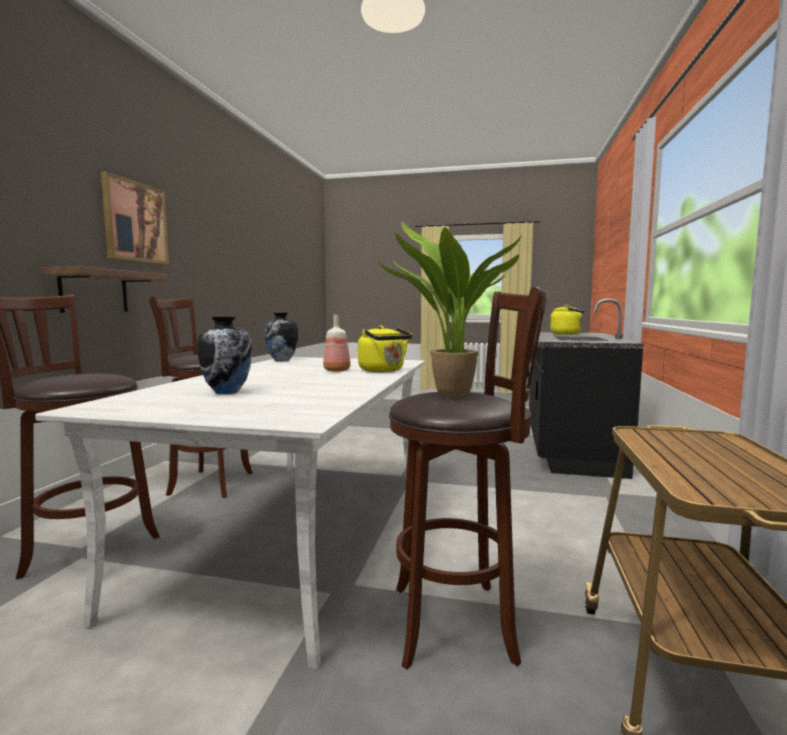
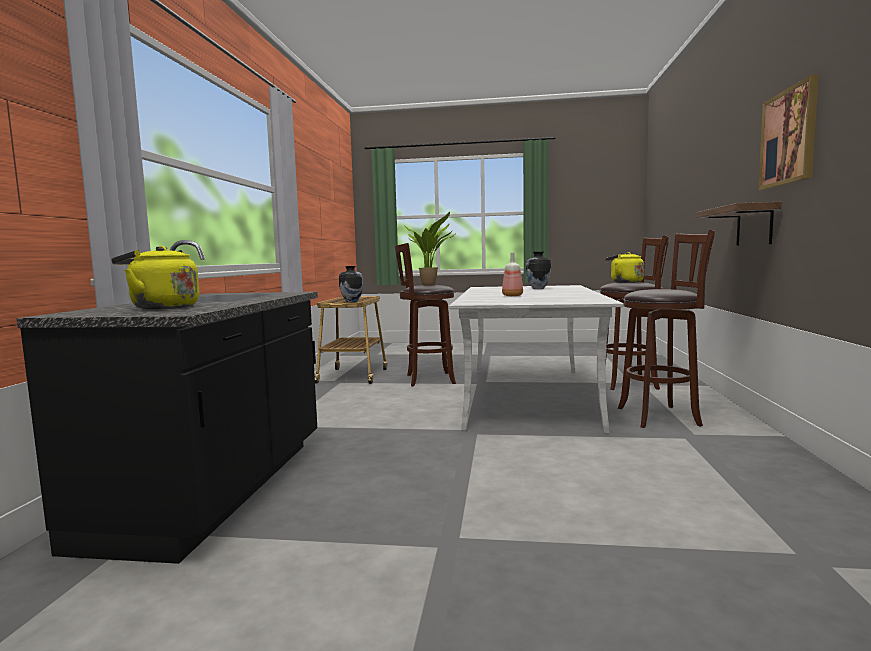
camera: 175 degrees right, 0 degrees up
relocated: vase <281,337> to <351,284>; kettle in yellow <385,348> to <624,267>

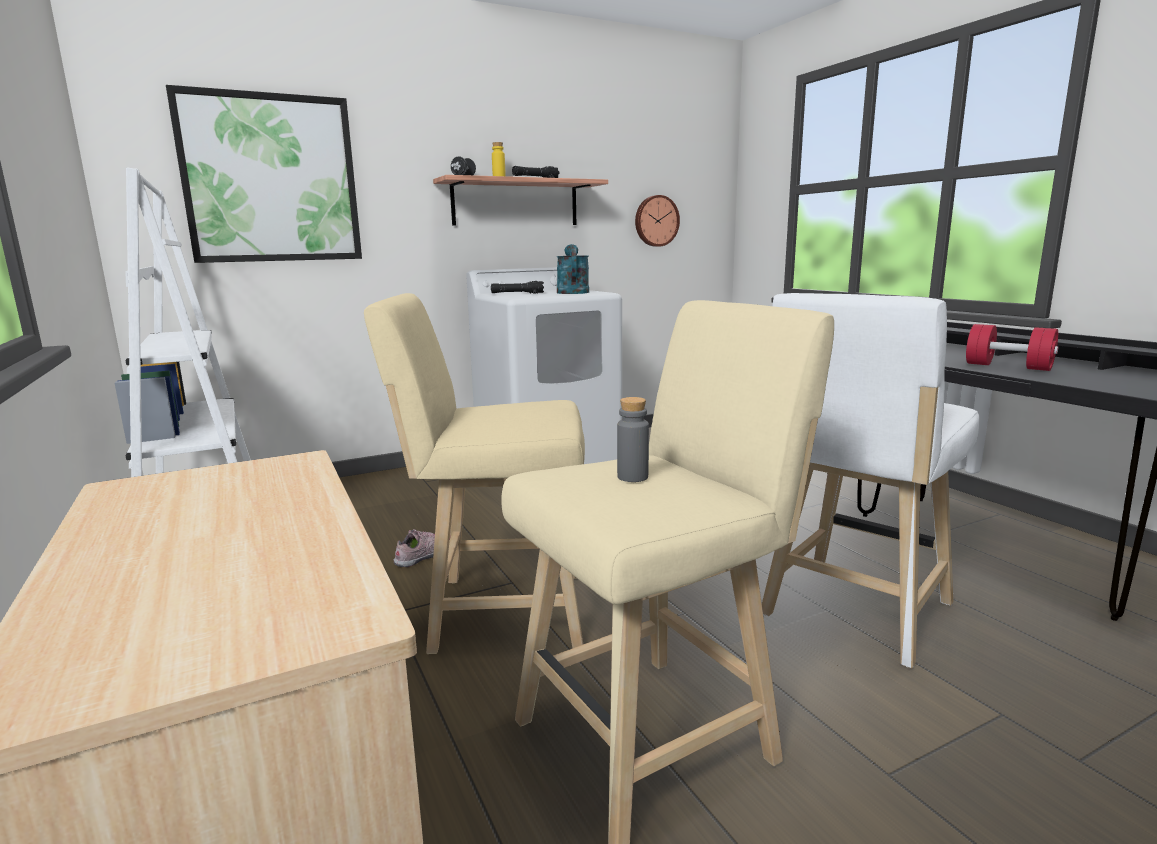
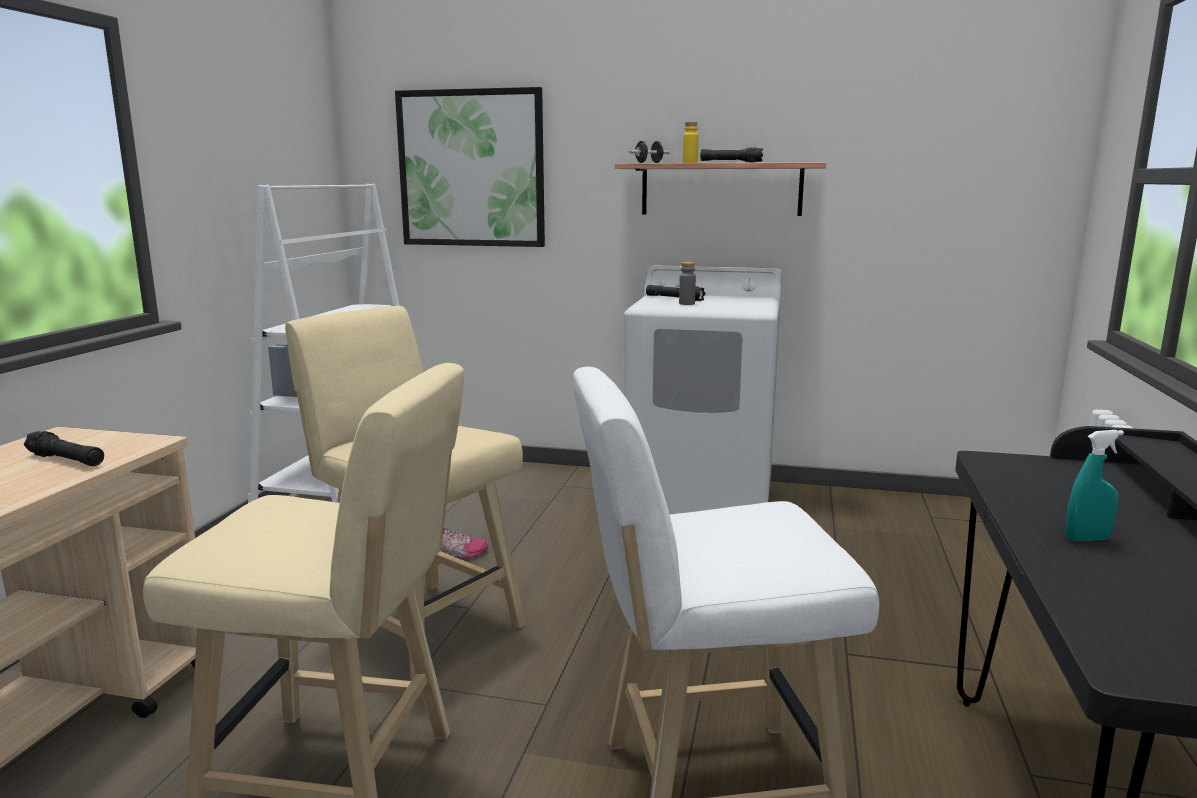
camera: 40 degrees right, 0 degrees up
missing: watering can in turquoise <573,269>; wall clock <657,221>
appeared: flashlight in black <64,448>
relocated: bottle in grey <633,439> to <687,283>
exchanged: dumbbell in red <1012,347> to spray bottle in turquoise <1095,485>

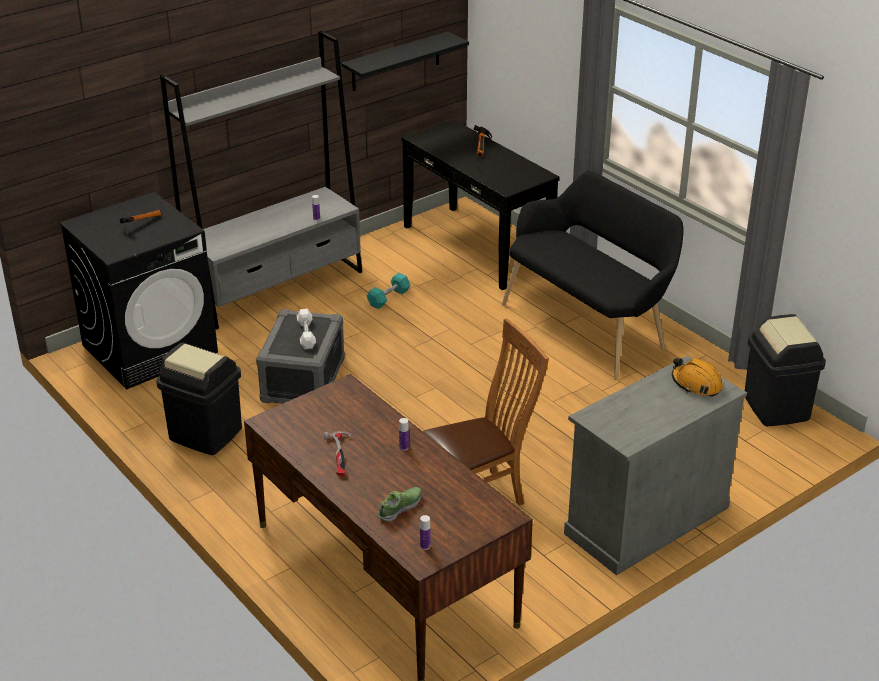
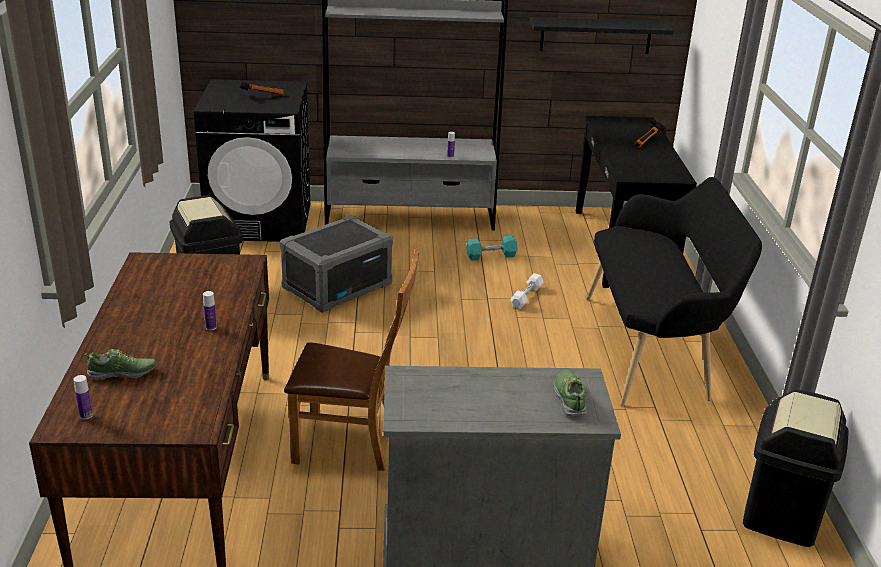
camera: 35 degrees right, 5 degrees down
missing: hammer <338,454>
relocated: dumbbell in white <306,329> to <526,291>
exchanged: hard hat in orange <697,377> to shoe <570,393>

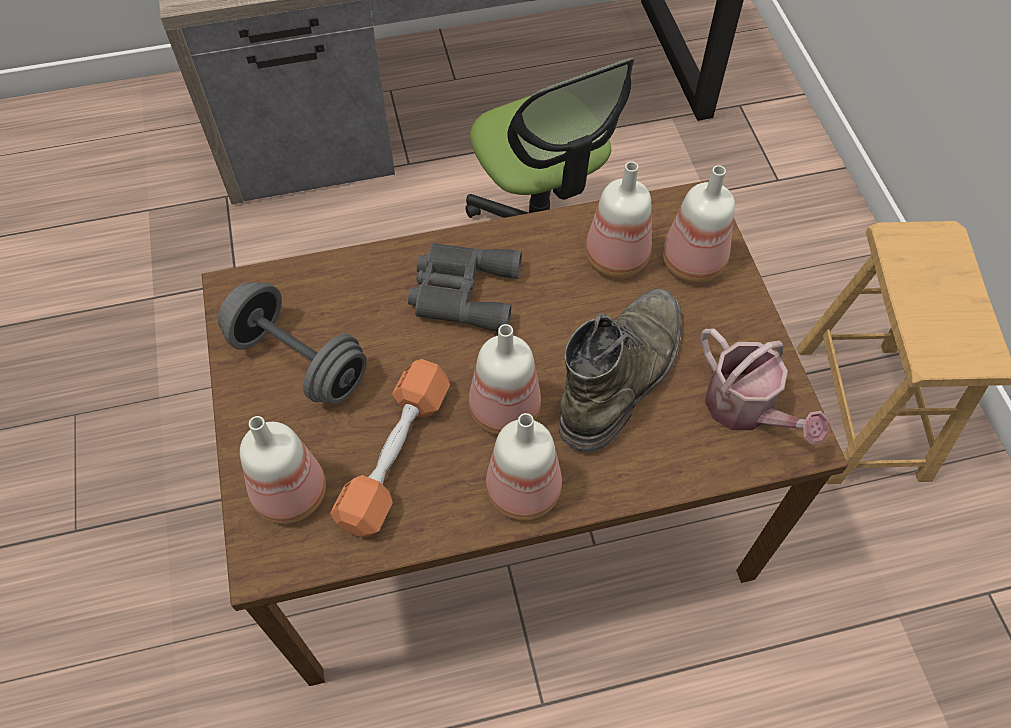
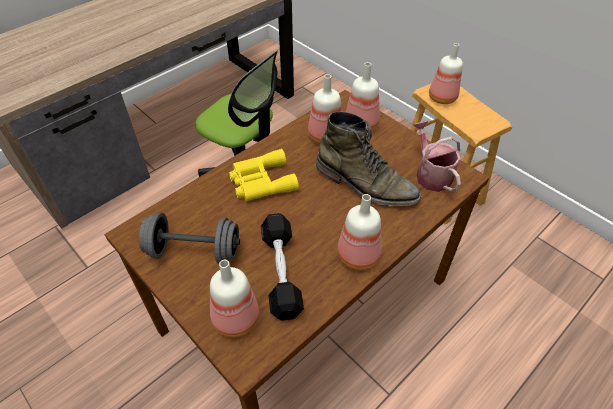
camera: 30 degrees left, 10 degrees down
relocated: bottle <505,379> to <446,73>
colour: dumbbell in orange <390,448> to dumbbell in black <282,267>; binoculars in grey <465,287> to binoculars in yellow <264,175>
spun: boot in green <620,370> = <368,158> 120 degrees clockwise; watering can <764,386> = <437,156> 135 degrees counterclockwise

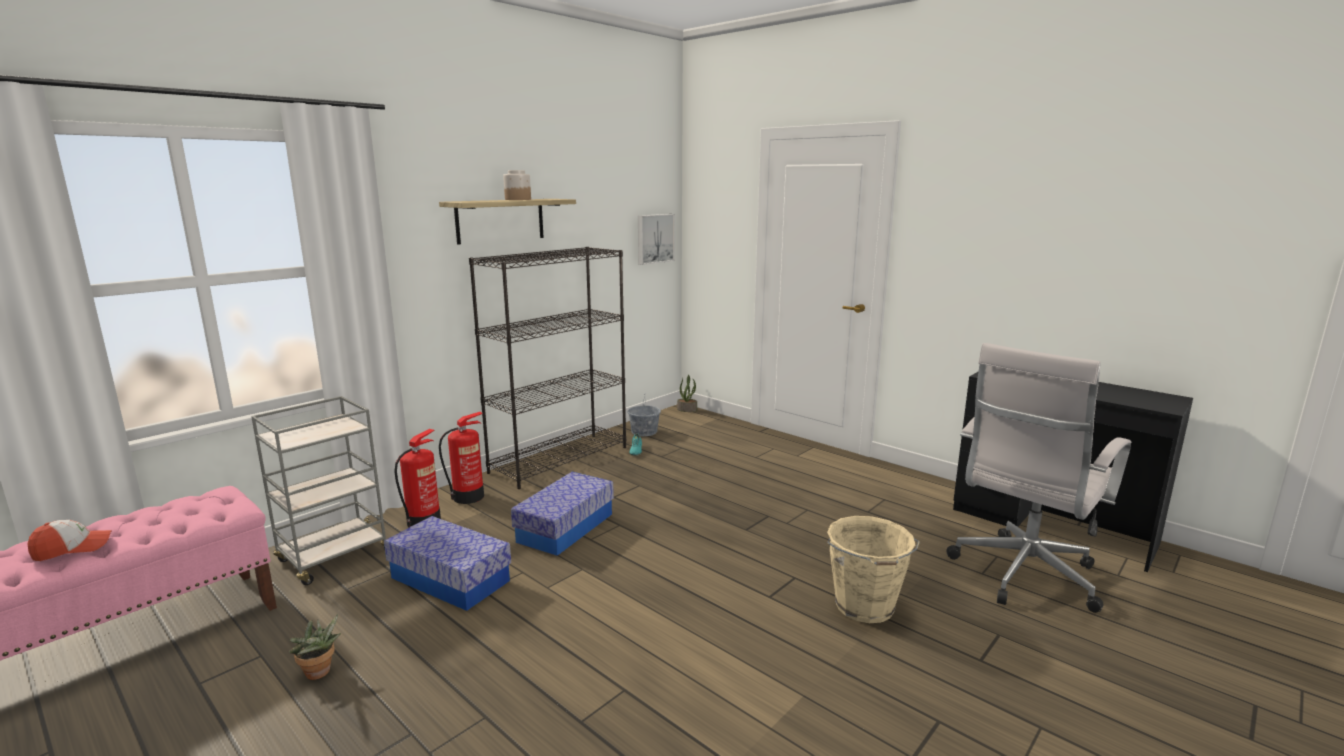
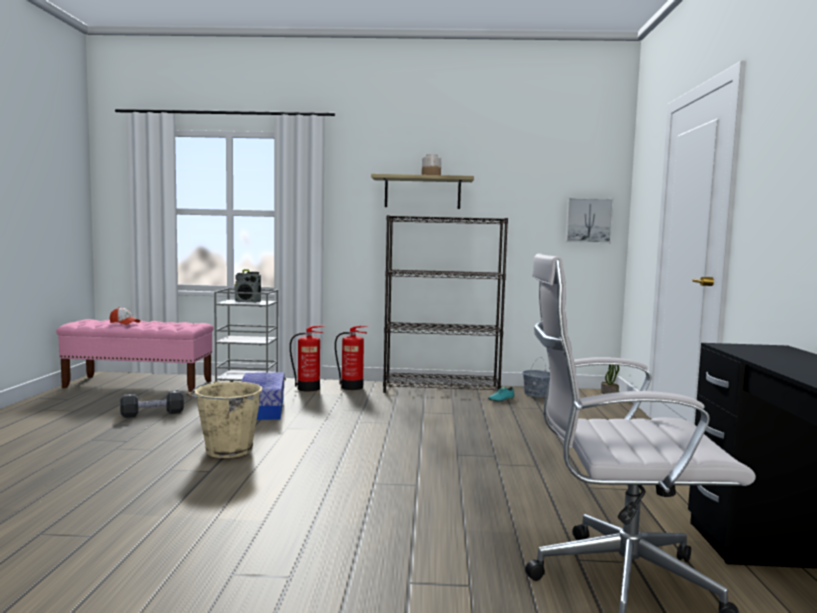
camera: 50 degrees right, 10 degrees down
missing: storage box <562,514>
appeared: radio <248,286>
relocated: bucket in beige <873,569> to <224,420>
exchanged: potted plant <315,647> to dumbbell in black <152,404>

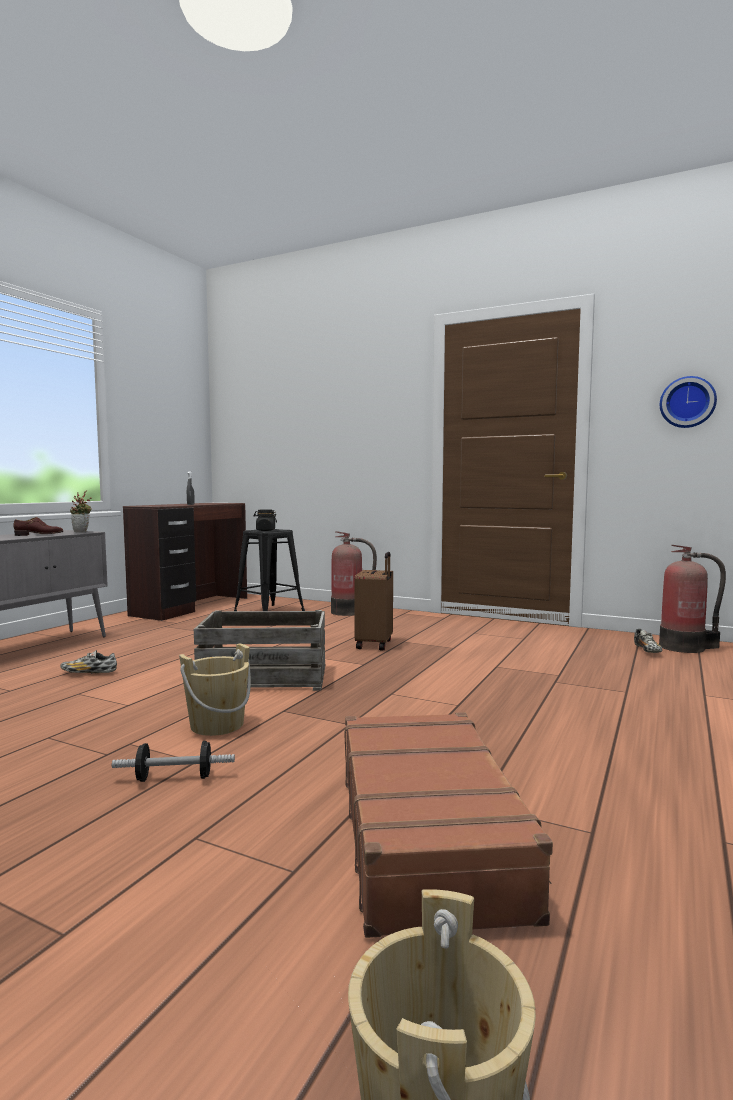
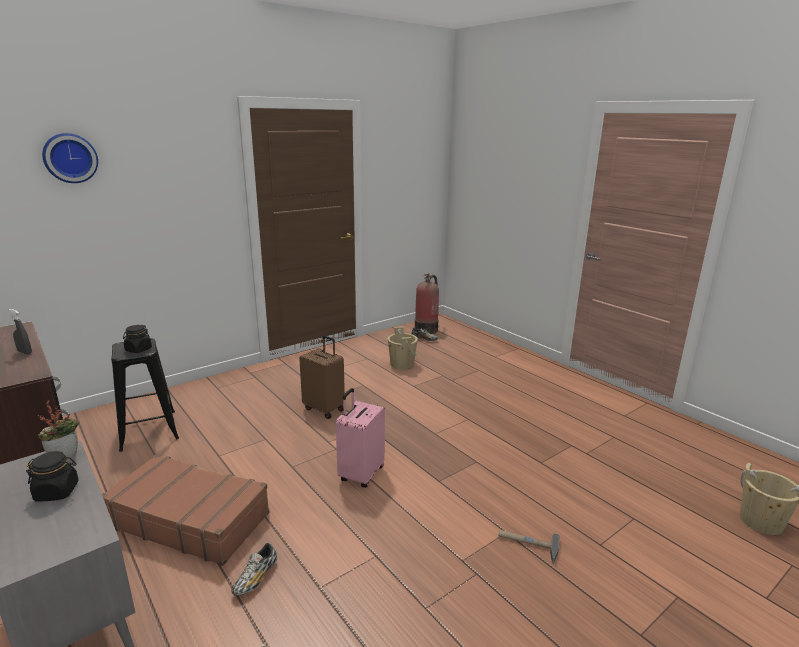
camera: 65 degrees left, 15 degrees up
missing: fire extinguisher <354,573>
relocated: bucket in beige <215,689> to <403,347>; suitcase in brown <449,825> to <186,510>; wall clock <688,402> to <70,158>
exchanged: shoe in brown <38,526> to jar in black <52,476>; dumbbell <173,761> to hammer <529,547>; crate <259,650> to suitcase in pink <360,438>

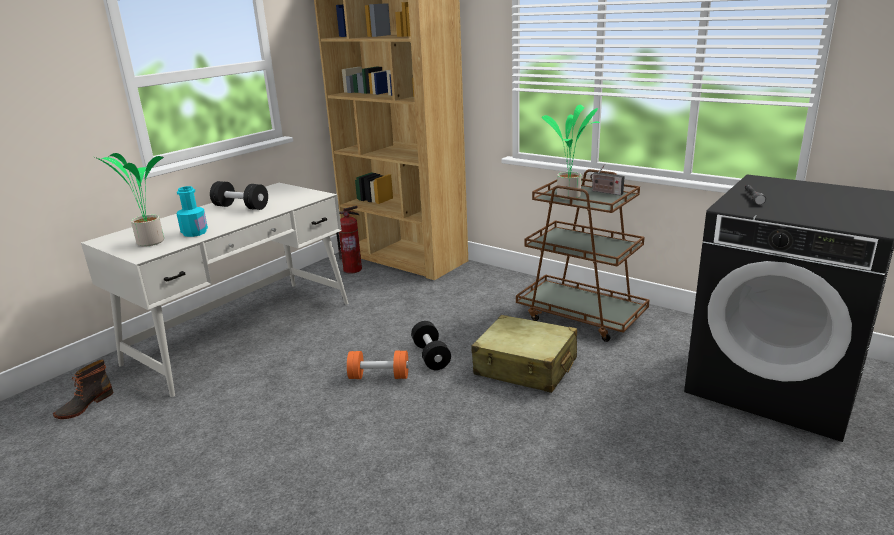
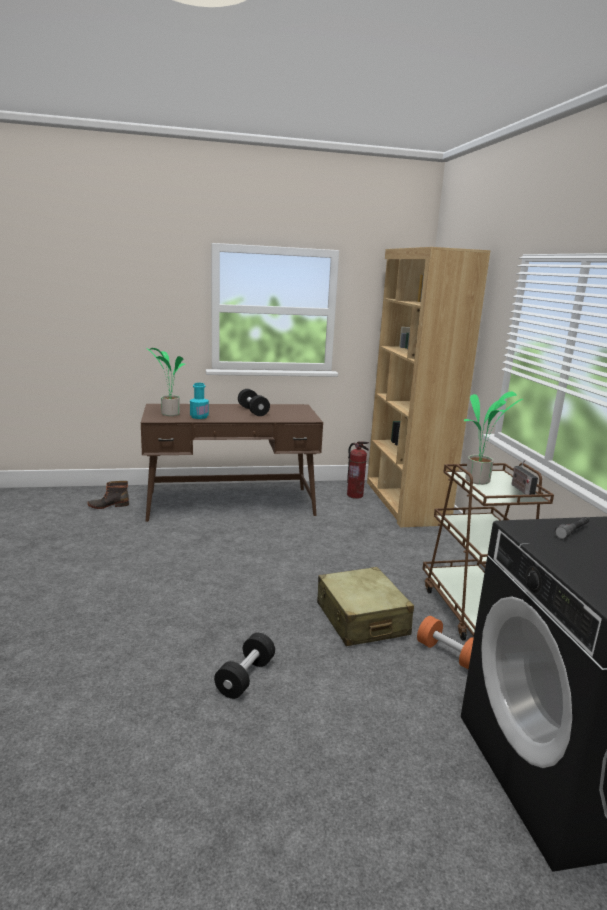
camera: 40 degrees right, 5 degrees down
relocated: dumbbell in orange <378,365> to <445,642>; dumbbell in black <431,345> to <244,666>
colour: desk in white <215,290> to desk in brown <232,463>

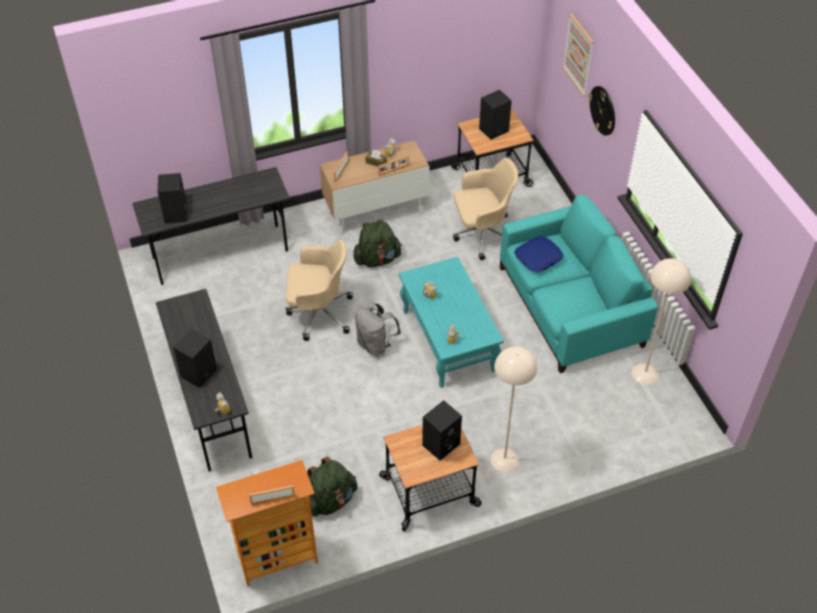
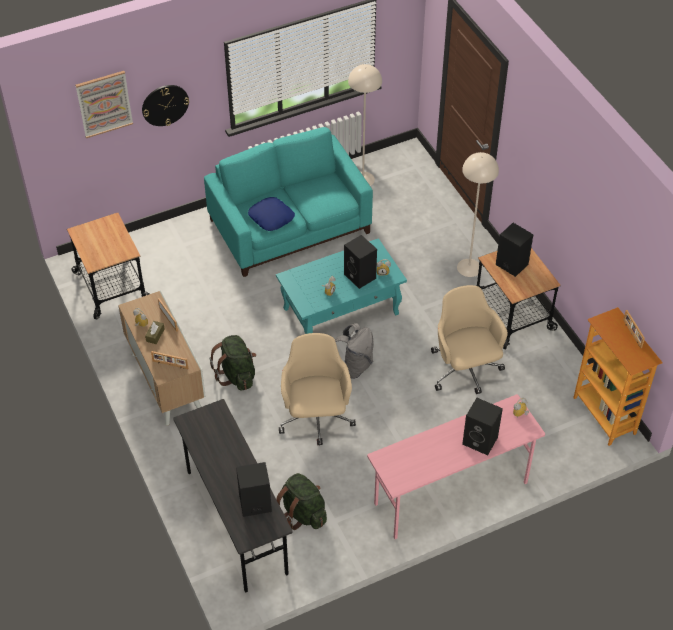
camera: 95 degrees left, 0 degrees up
relocated: backpack in green <332,487> to <301,501>; office chair in beige <485,209> to <469,339>; speaker in black <495,115> to <360,262>
colour: desk in grey <204,380> to desk in pink <456,466>

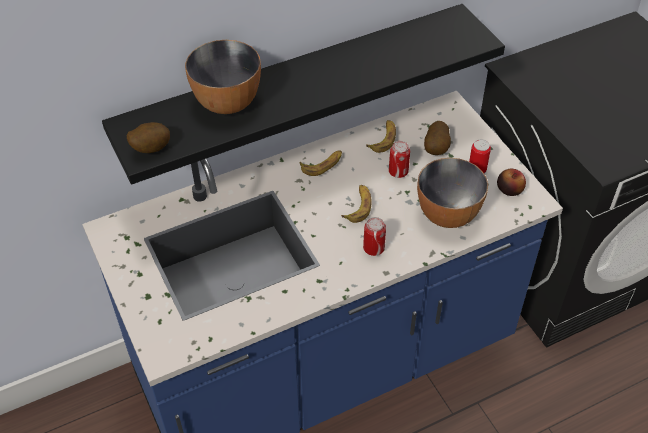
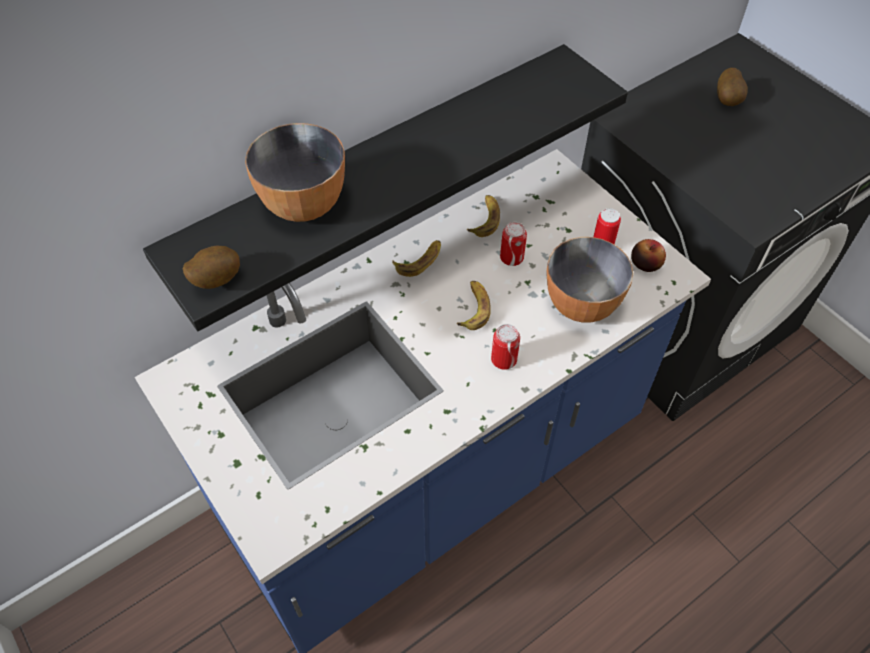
camera: 10 degrees left, 5 degrees up
relocated: potato <437,138> to <732,87>

